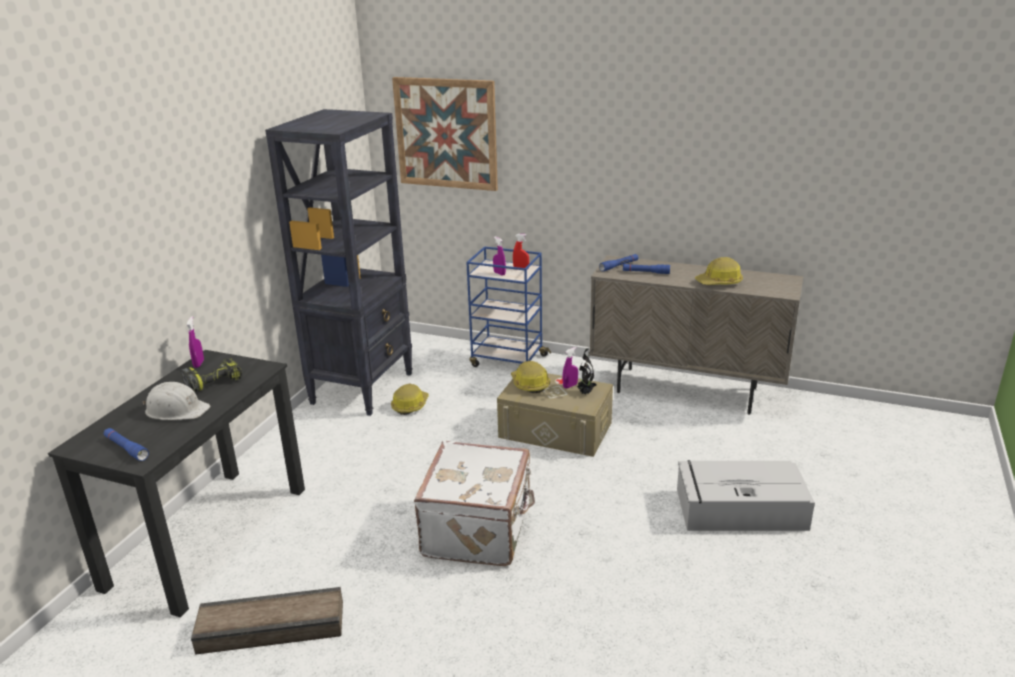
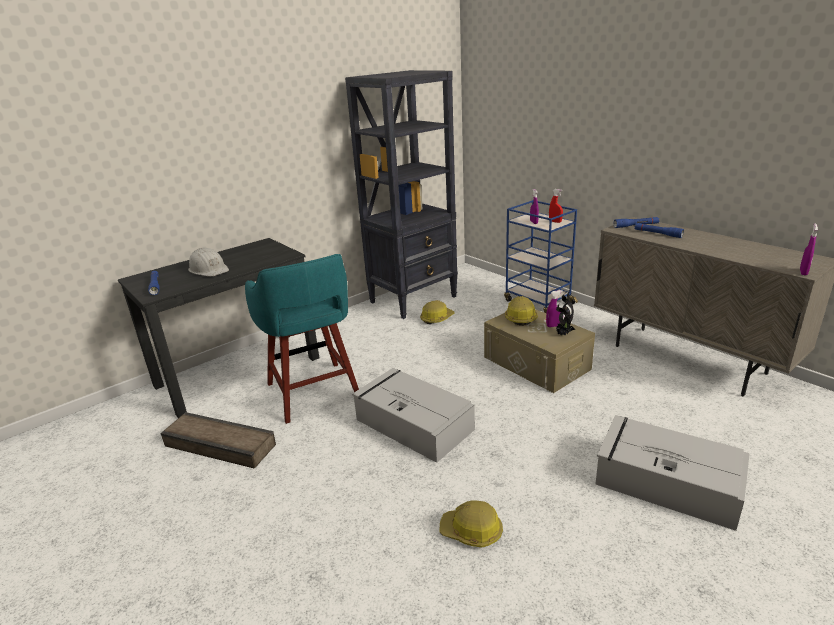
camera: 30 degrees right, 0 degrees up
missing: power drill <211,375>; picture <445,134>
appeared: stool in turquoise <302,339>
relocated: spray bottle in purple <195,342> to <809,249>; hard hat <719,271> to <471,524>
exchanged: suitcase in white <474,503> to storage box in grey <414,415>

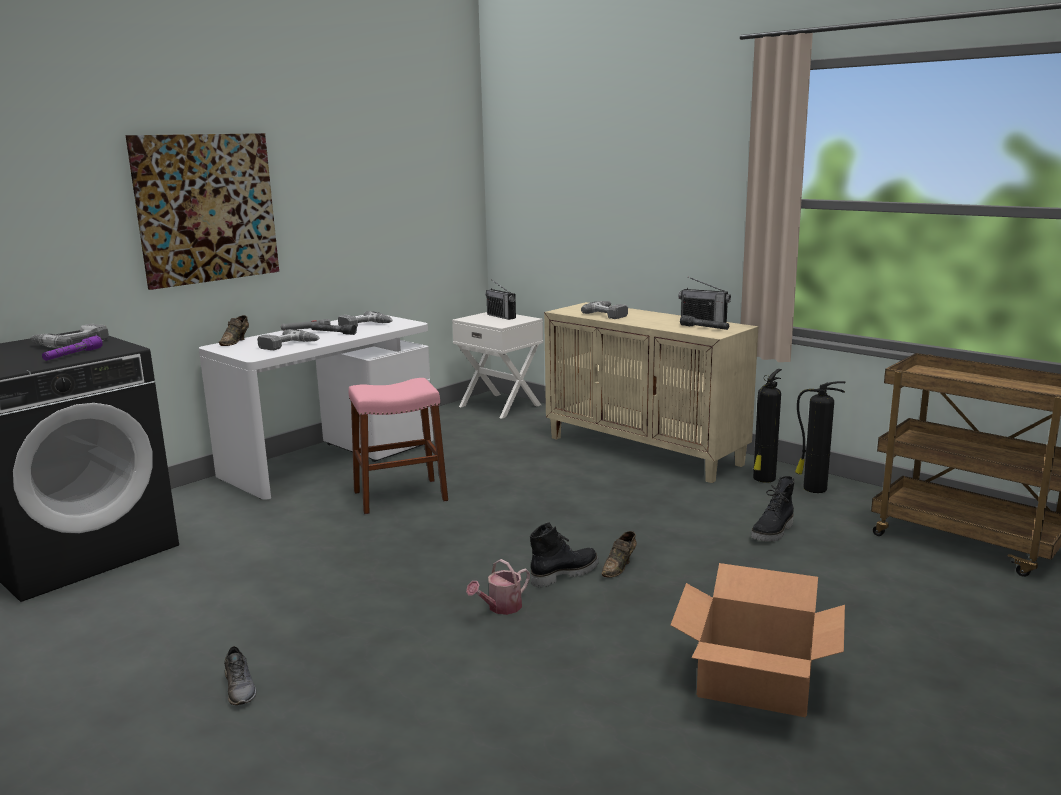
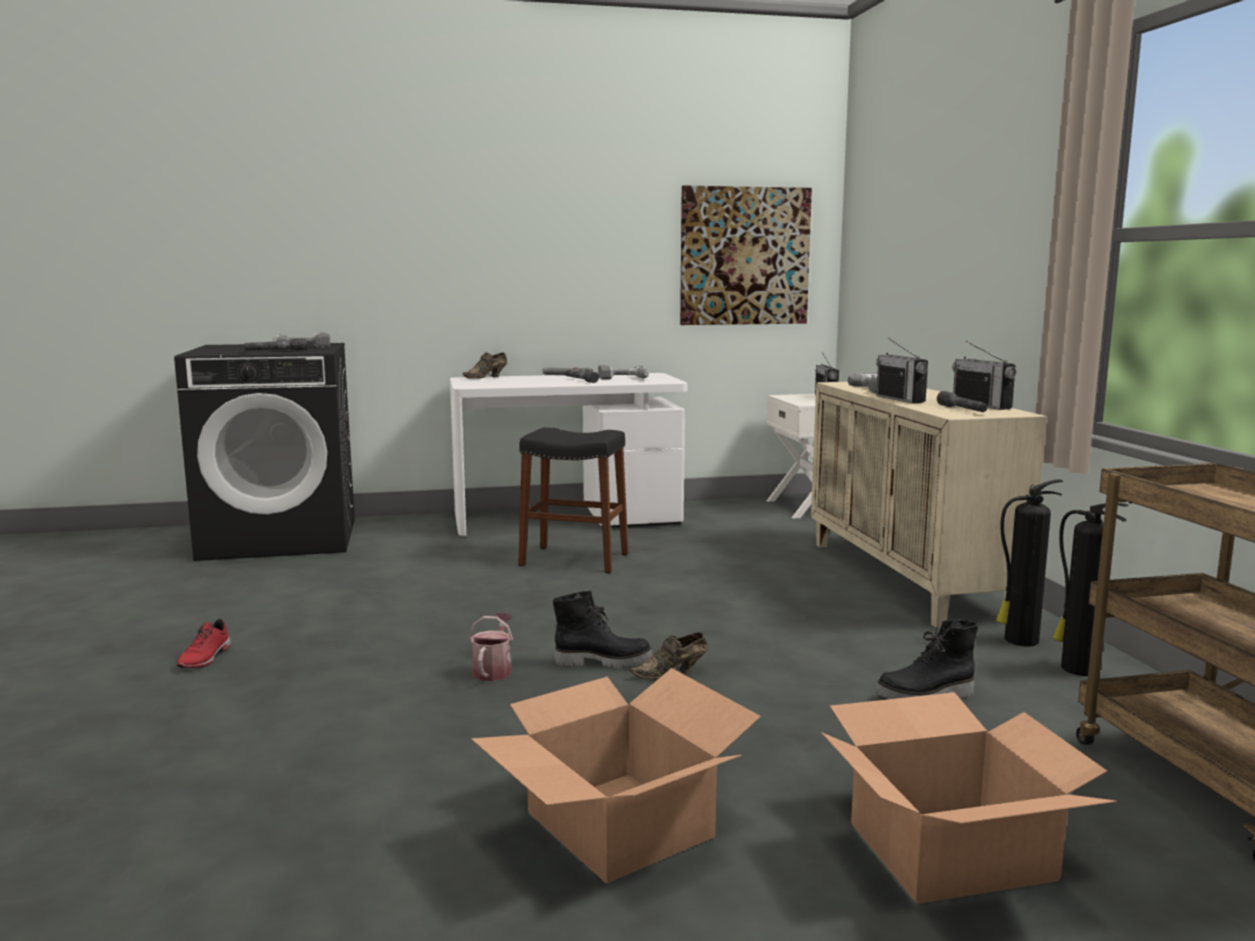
camera: 35 degrees right, 5 degrees down
missing: power drill <288,339>
appeared: cardboard box <969,798>; radio <902,370>
relocated: picture <202,211> to <746,255>
colour: flashlight in purple <72,348> to flashlight in grey <275,344>; shoe in grey <240,675> to shoe in red <203,643>; stool in pink <398,446> to stool in black <573,500>
spun: watering can <498,587> = <491,646> 105 degrees clockwise

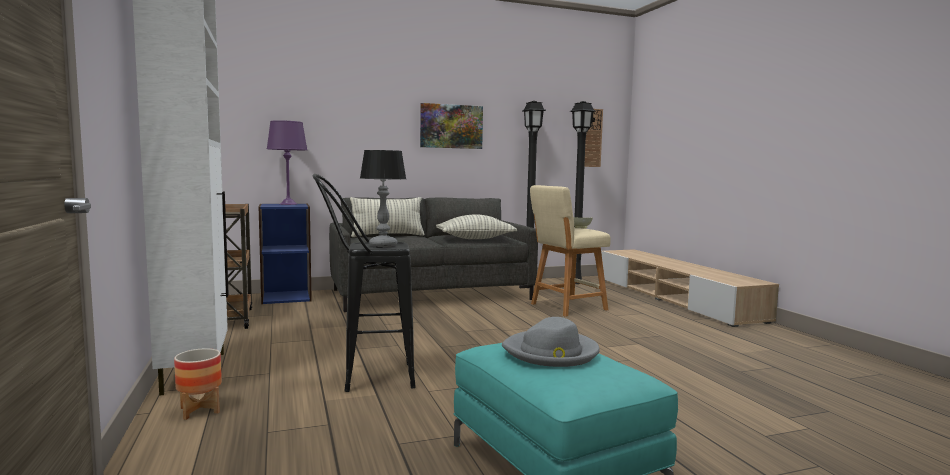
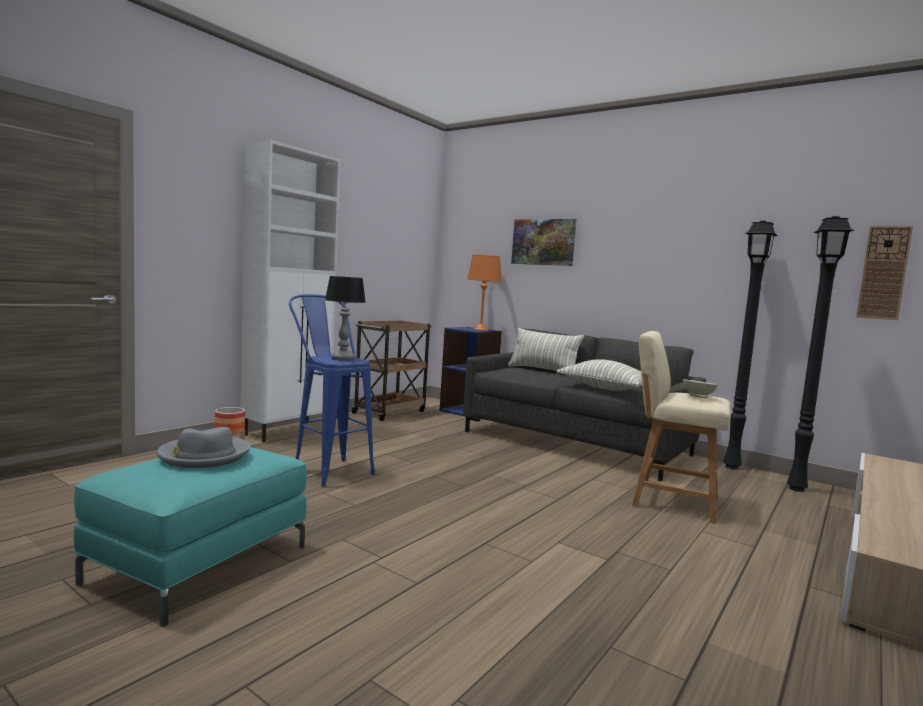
camera: 55 degrees right, 0 degrees up
relocated: picture <451,126> to <544,242>
colour: table lamp in purple <287,162> to table lamp in orange <484,292>; stool in black <364,283> to stool in blue <332,390>

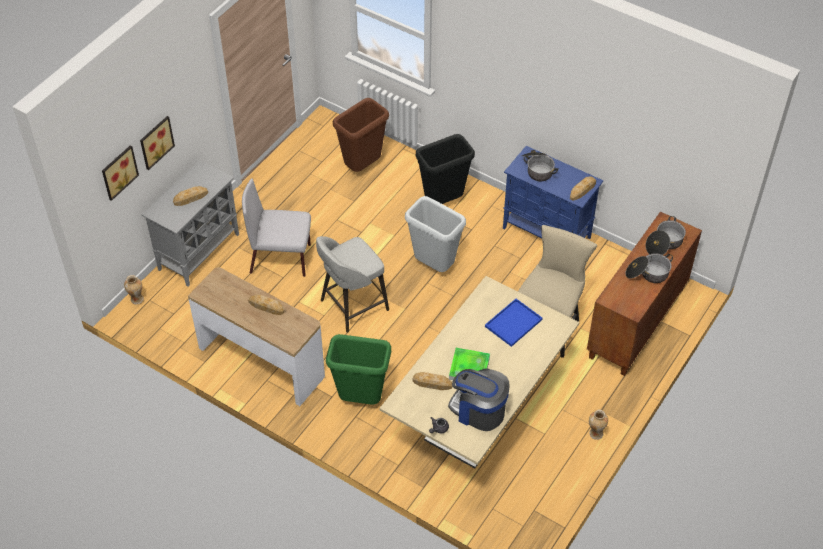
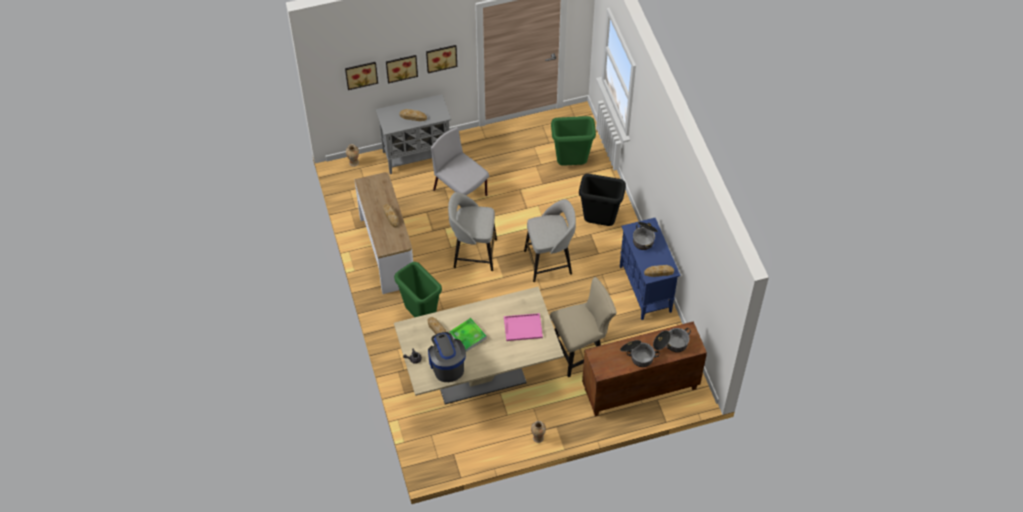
camera: 40 degrees right, 5 degrees up
appeared: picture <441,59>
exchanged: trash can in grey <435,234> to stool in grey <550,240>
colour: trash can in brown <361,135> to trash can in green <573,141>; tray in blue <514,323> to tray in pink <523,327>

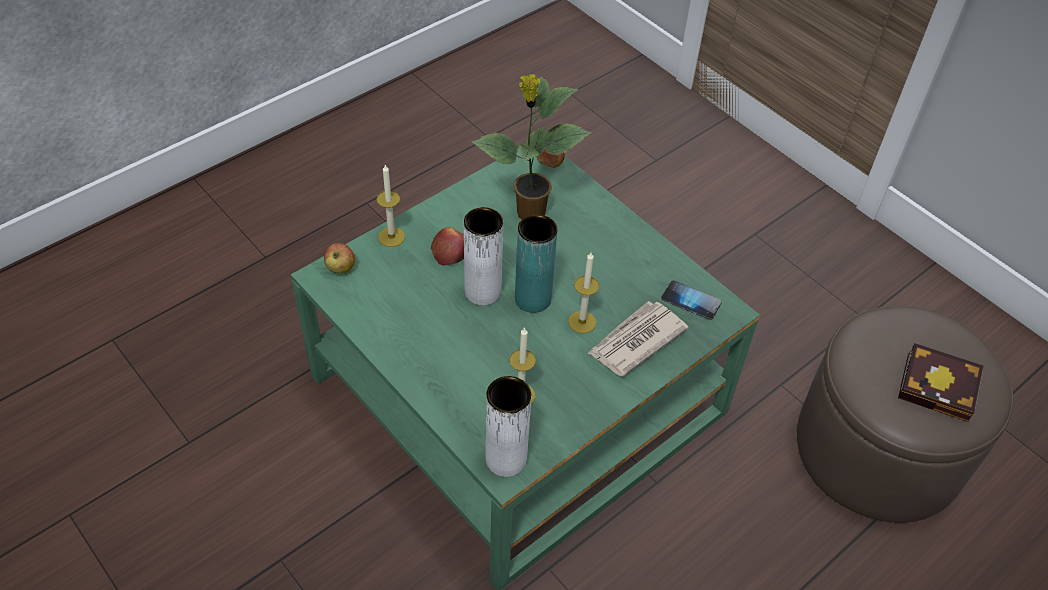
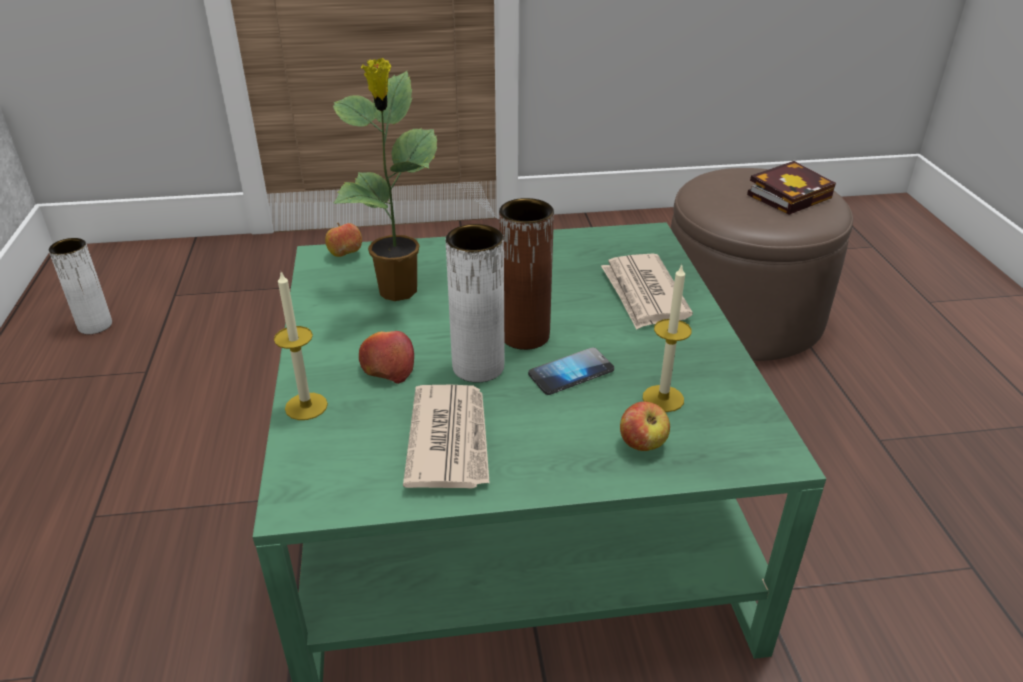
camera: 55 degrees left, 15 degrees down
missing: candle <583,293>
appeared: newspaper <446,437>
relocated: apple <339,258> to <645,426>; vase in white <508,426> to <80,286>; phone <691,300> to <571,371>
colour: vase in turquoise <536,263> to vase in brown <526,274>

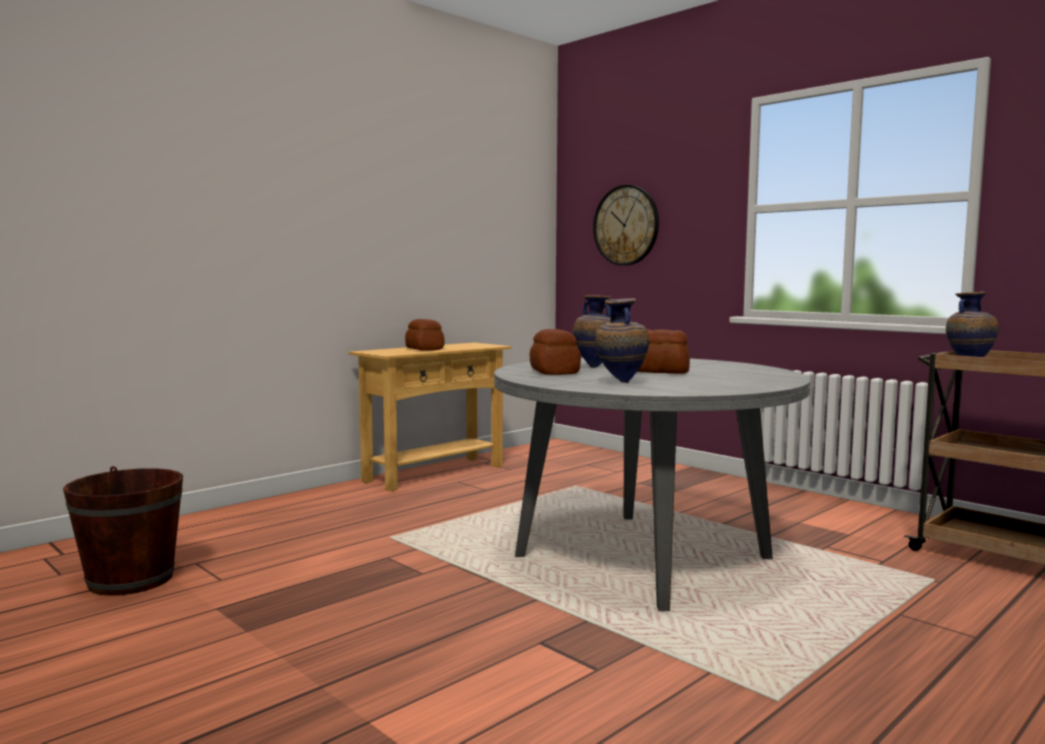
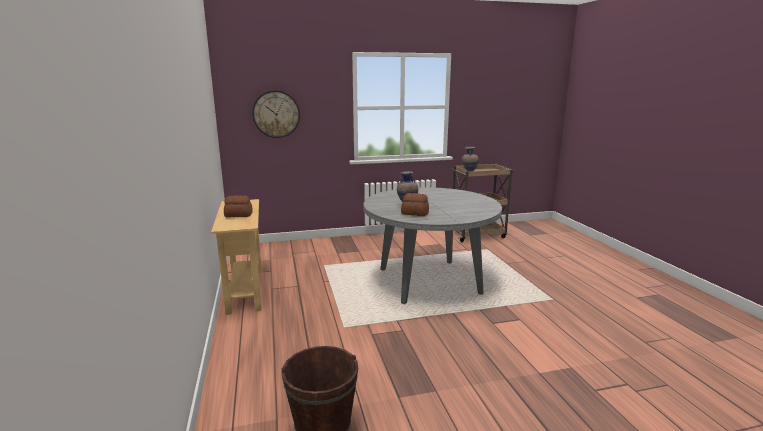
camera: 60 degrees left, 10 degrees up
missing: vase <622,340>; bread <663,351>

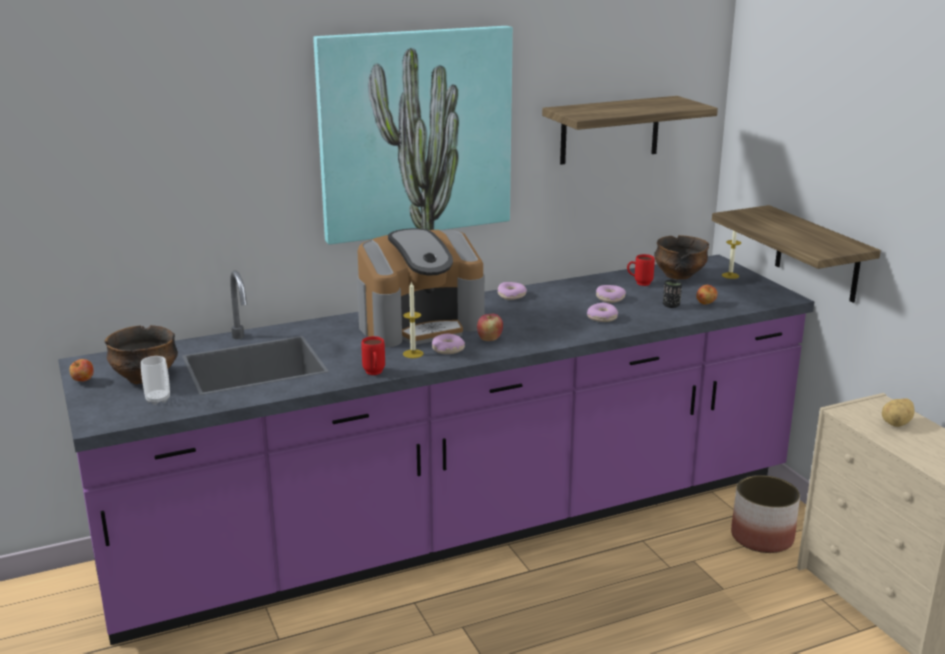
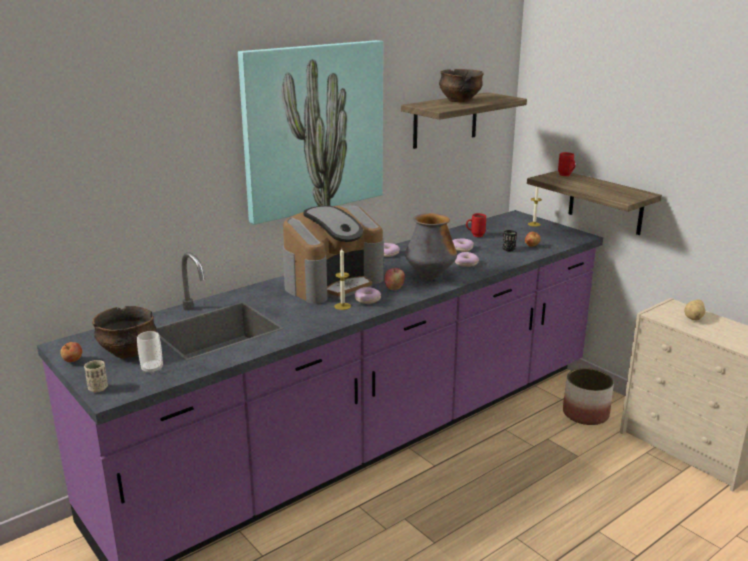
camera: 15 degrees left, 0 degrees up
appeared: cup in beige <96,376>; vase <431,247>
relocated: mug in red <373,355> to <566,164>; bowl <681,257> to <461,85>

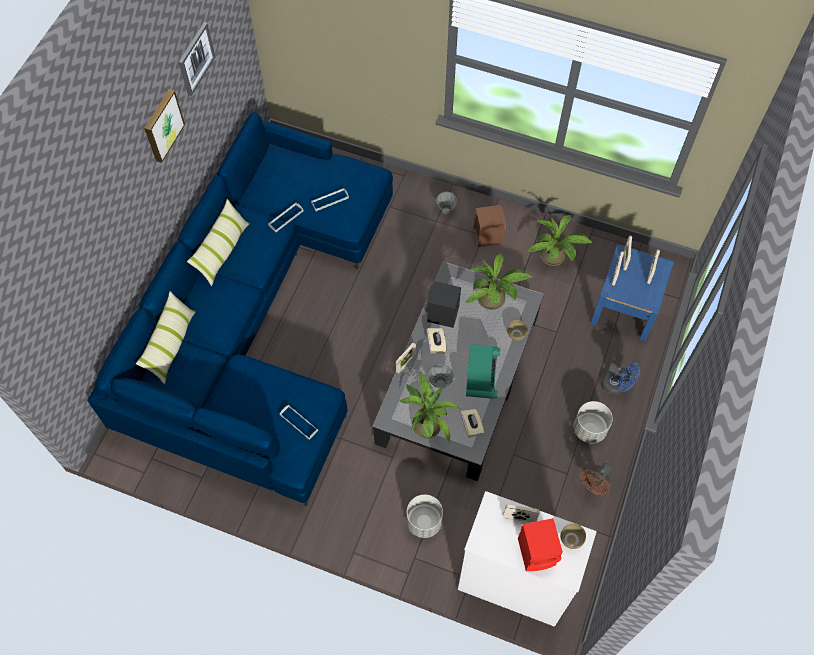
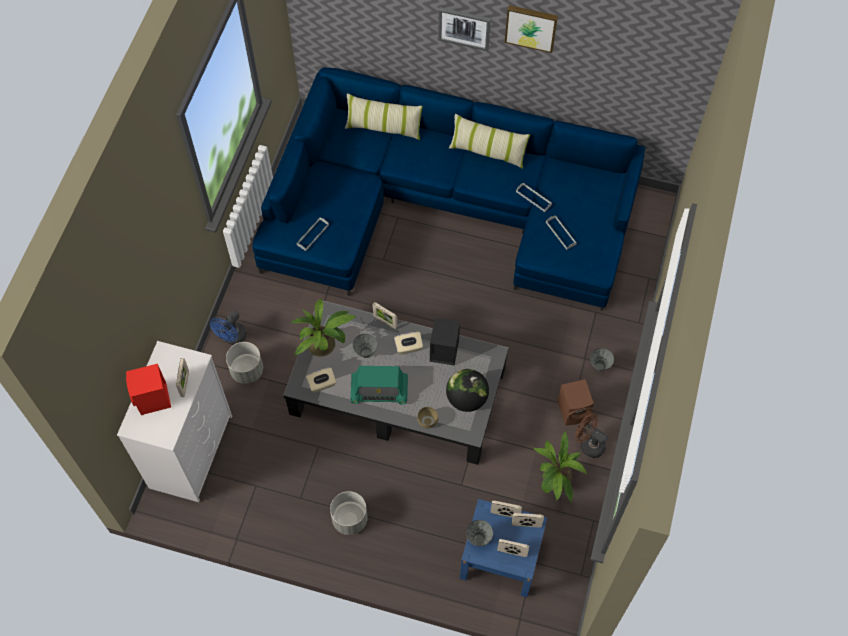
camera: 85 degrees right, 0 degrees up
missing: bowl in brown <573,536>
appeared: vase in grey <479,533>
relocated: picture <197,59> to <464,29>; fan in brown <596,479> to <591,435>; fan in blue <620,378> to <228,328>
exchanged: potted plant <499,281> to globe <467,390>

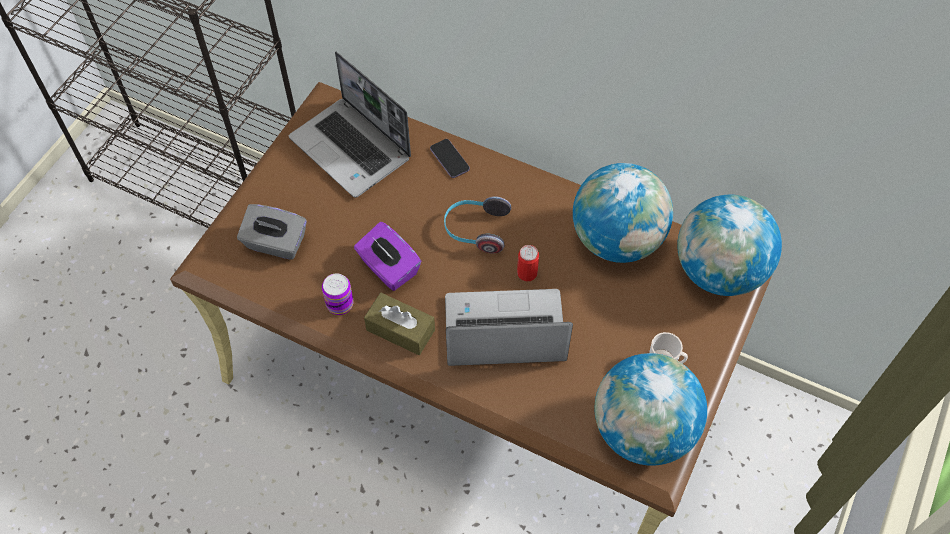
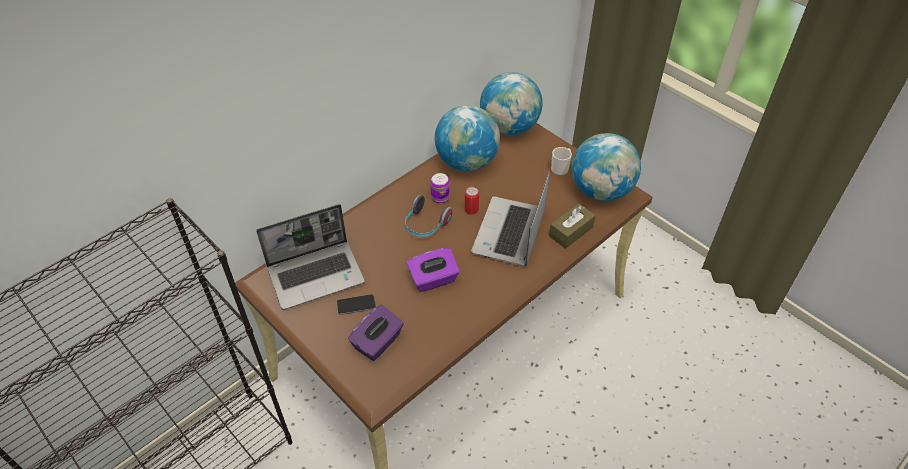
camera: 70 degrees left, 10 degrees down
relocated: can <338,294> to <440,188>; tissue box in brown <399,324> to <572,226>; phone <450,158> to <356,304>
colour: tissue box in grey <272,232> to tissue box in purple <376,333>

